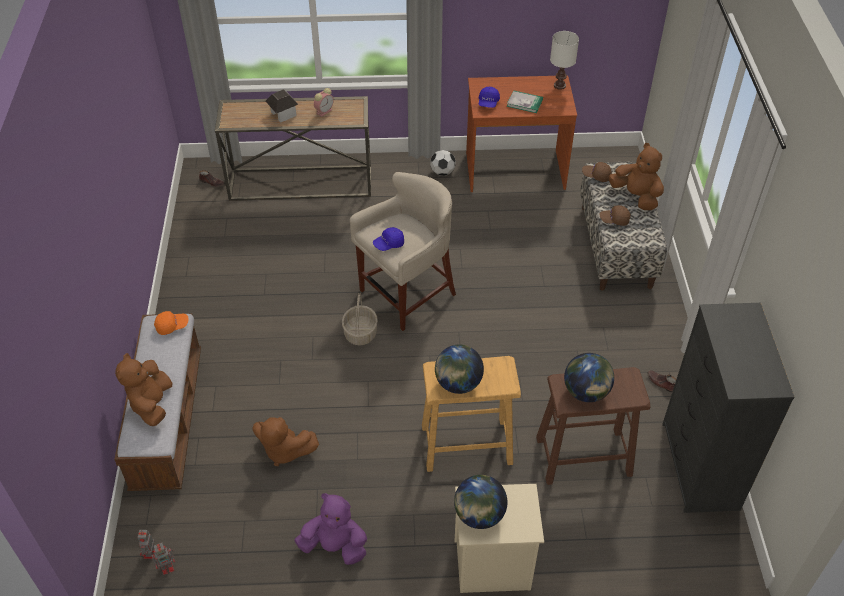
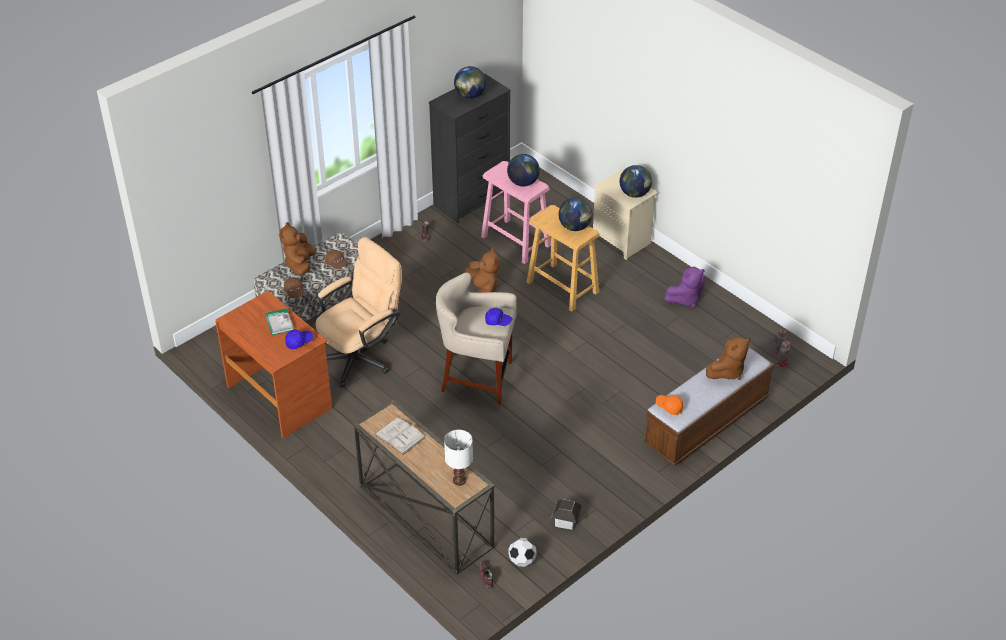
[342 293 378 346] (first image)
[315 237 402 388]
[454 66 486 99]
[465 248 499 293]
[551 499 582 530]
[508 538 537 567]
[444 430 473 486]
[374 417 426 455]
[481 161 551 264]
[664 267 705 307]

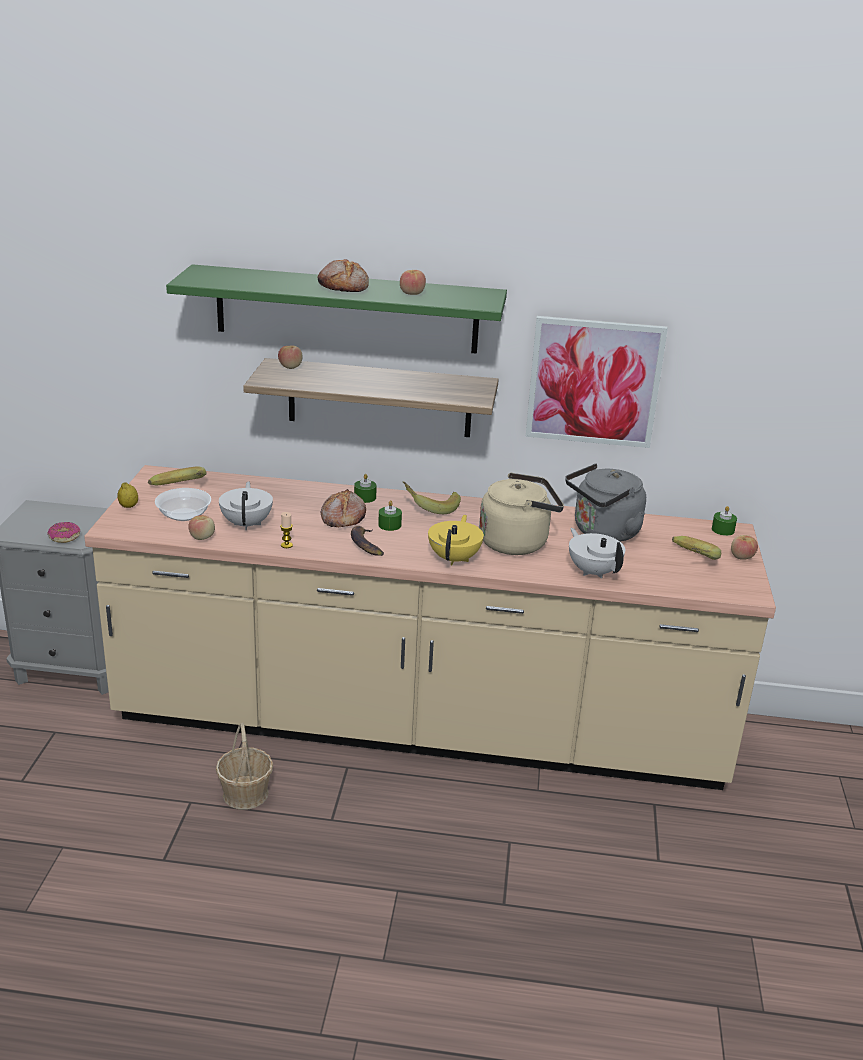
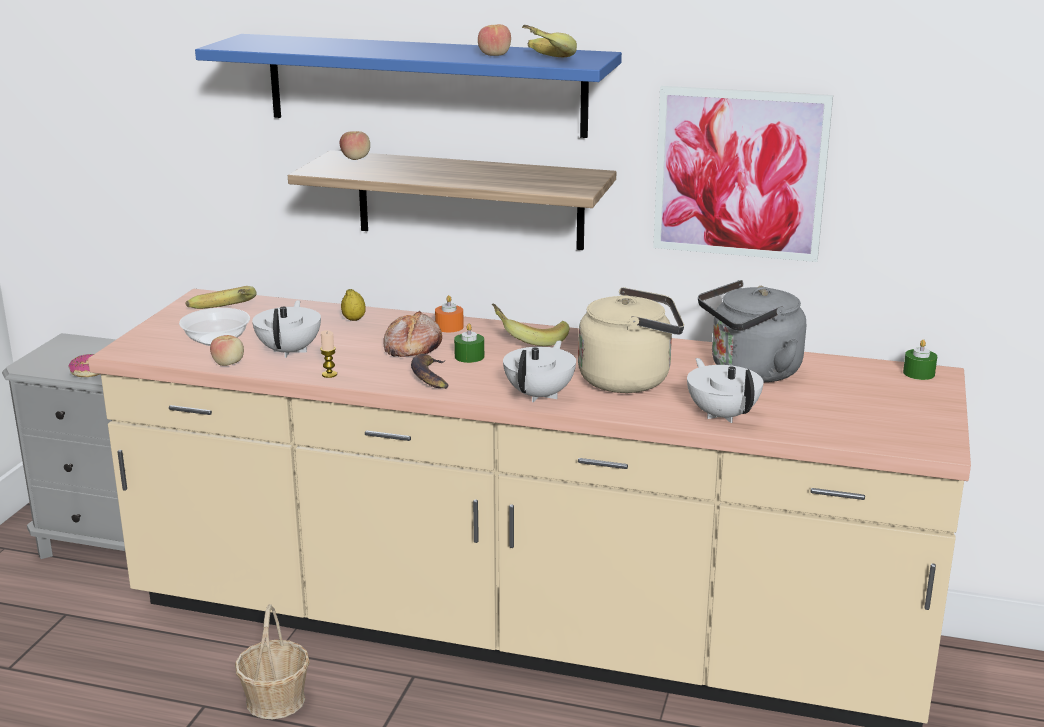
[317 259 369 292] (first image)
[731 535 758 560] (first image)
[341 289 366 321]
[522 25 577 57]
[195 34 622 138]
[435 295 464 332]
[503 340 576 402]

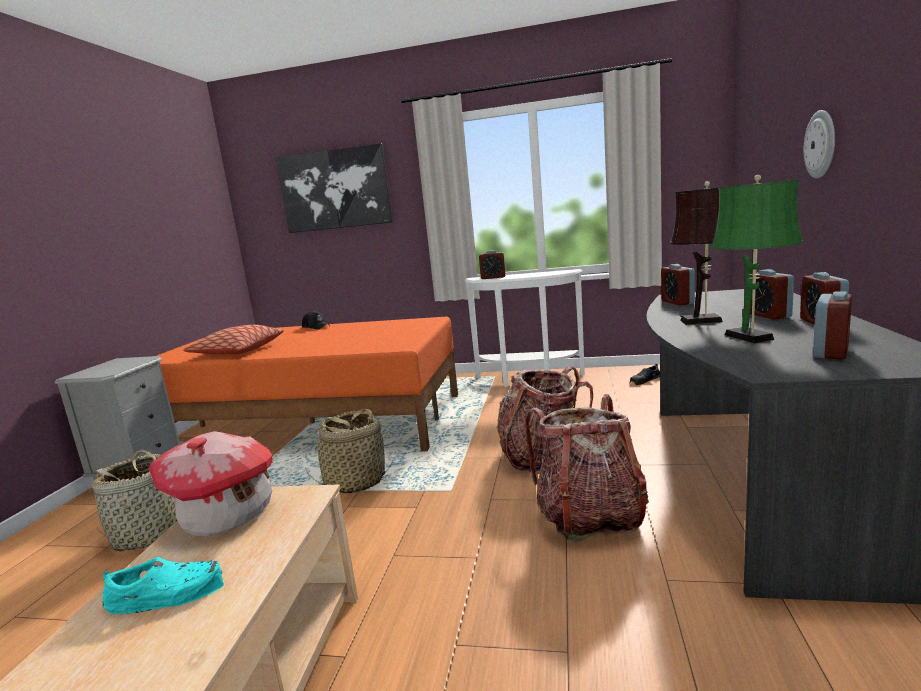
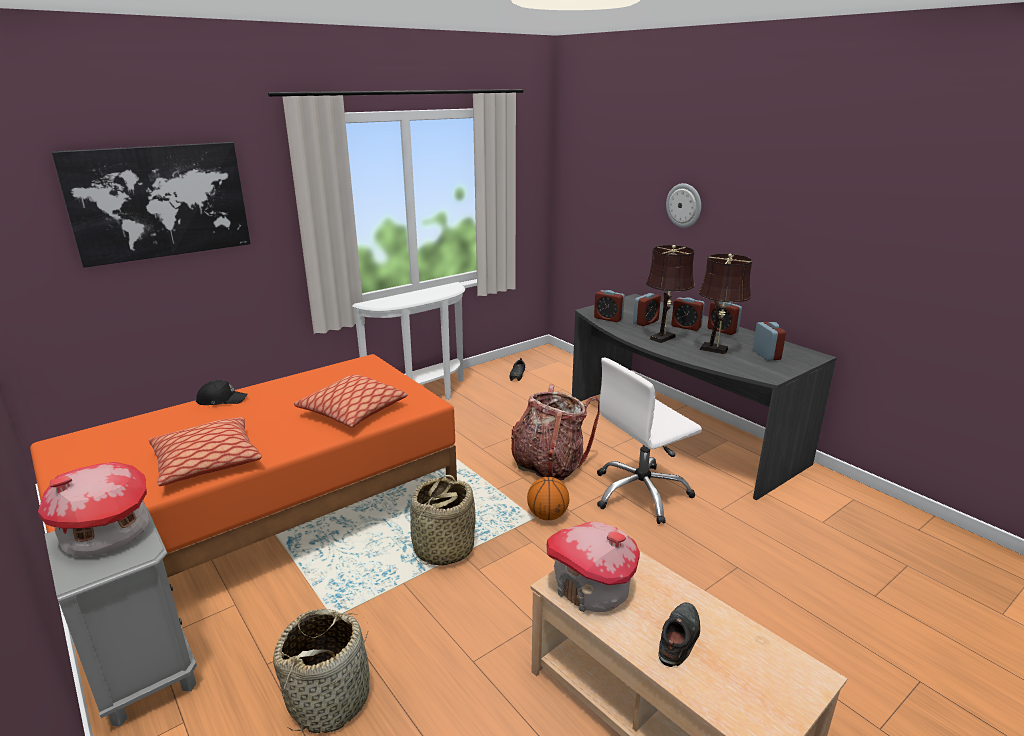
[38 462 149 556]
[294 375 407 428]
[527 477 569 520]
[633 293 661 326]
[597 357 702 524]
[658 602 700 667]
[699 253 752 355]

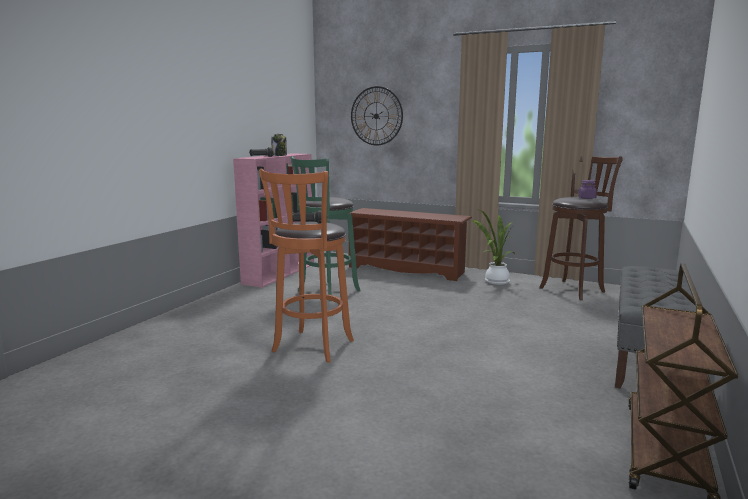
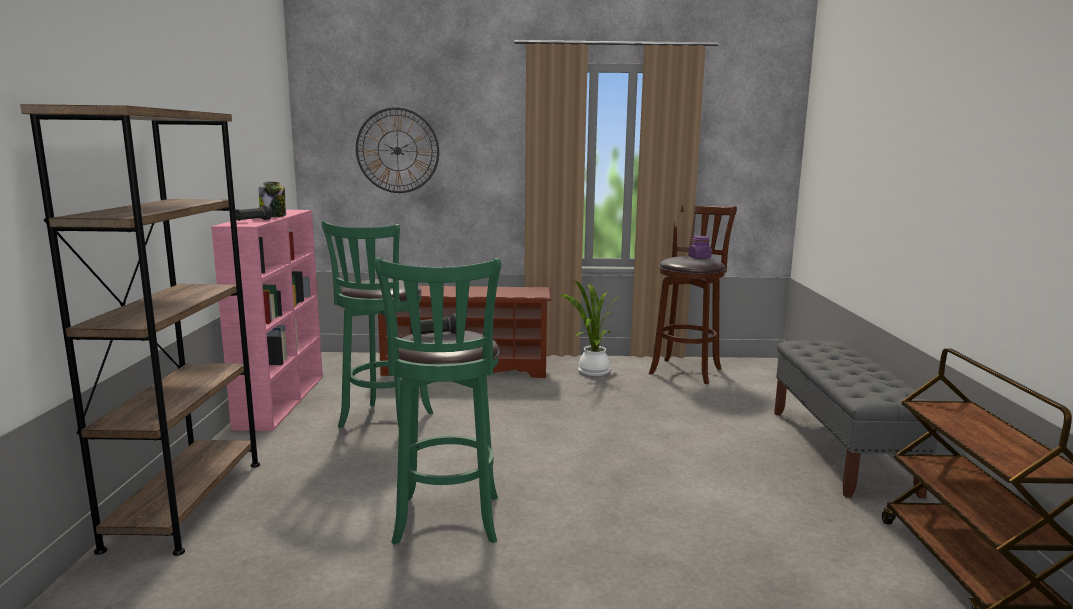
[20 104 260 556]
[374 258 501 545]

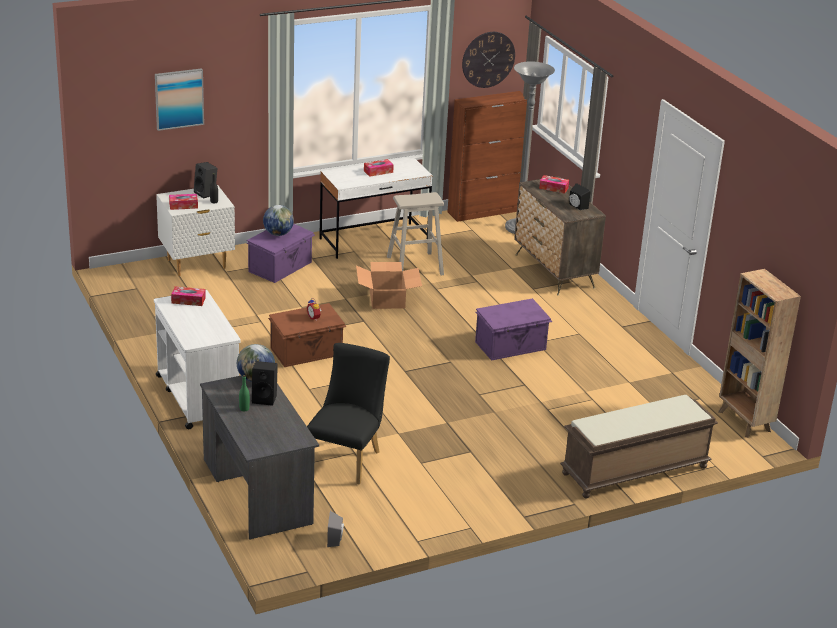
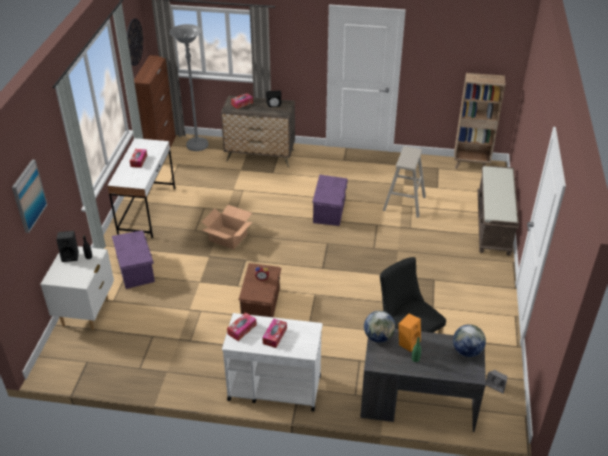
[262 319 287 348]
[453 324 486 357]
[383 146 426 218]
[398 314 421 352]

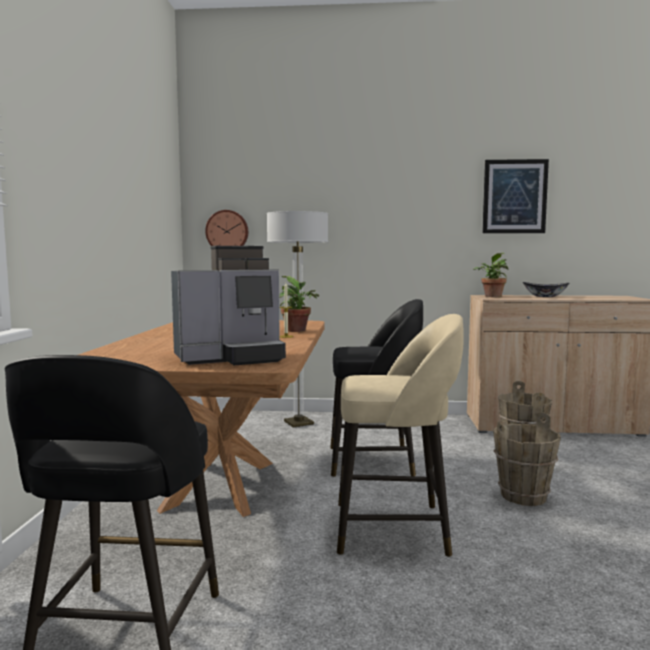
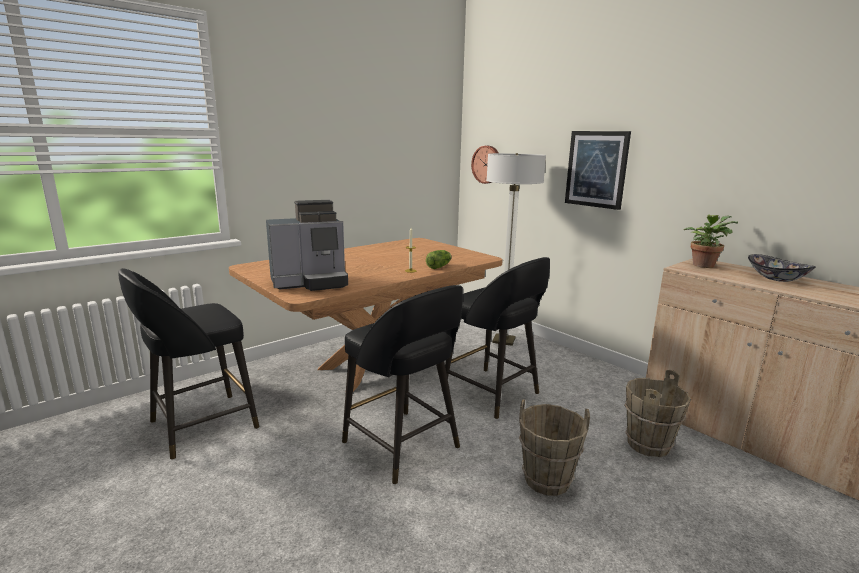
[565 131 631 210]
[426 250 452 269]
[342 285 463 484]
[266 200 348 291]

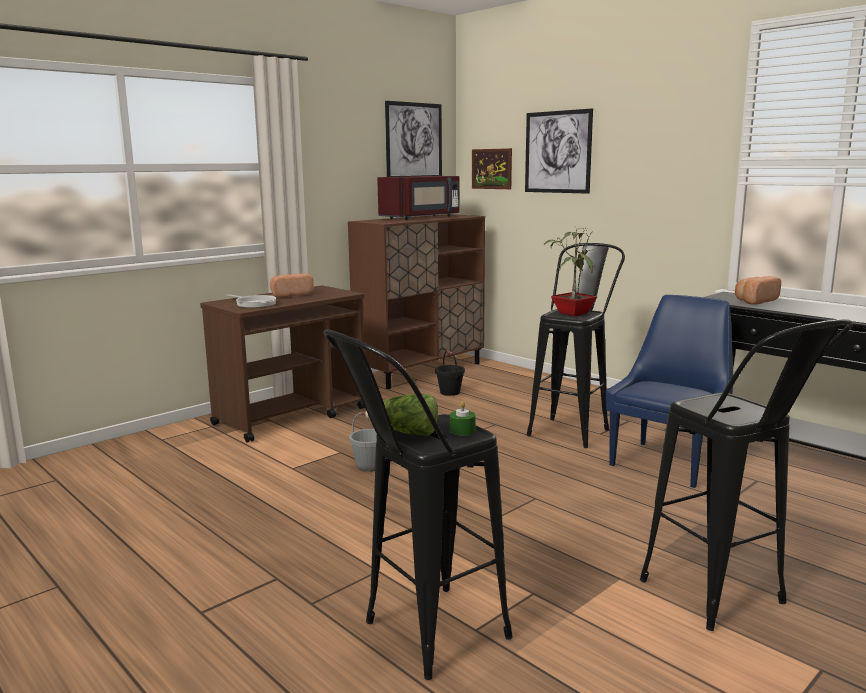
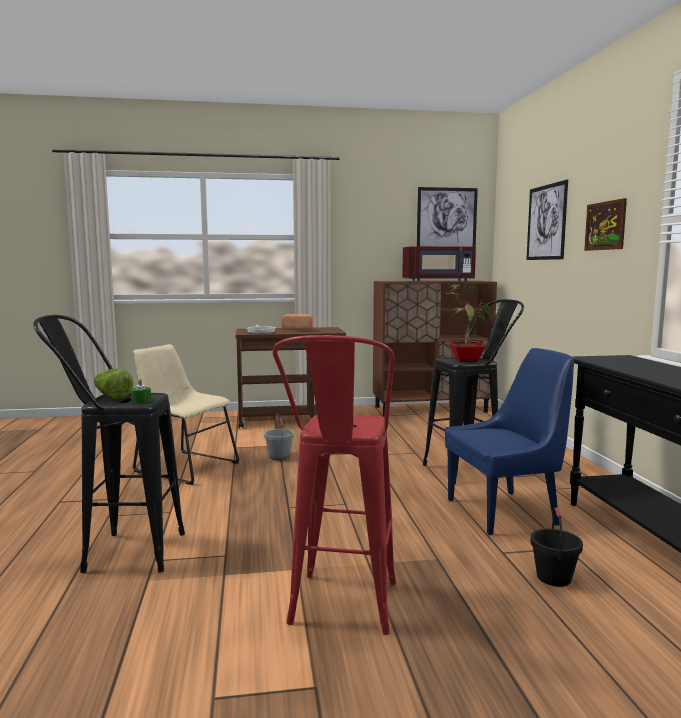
[735 276 781 304] (first image)
[133 344 240 485]
[530 507 583 587]
[584 198 627 251]
[273 335 396 635]

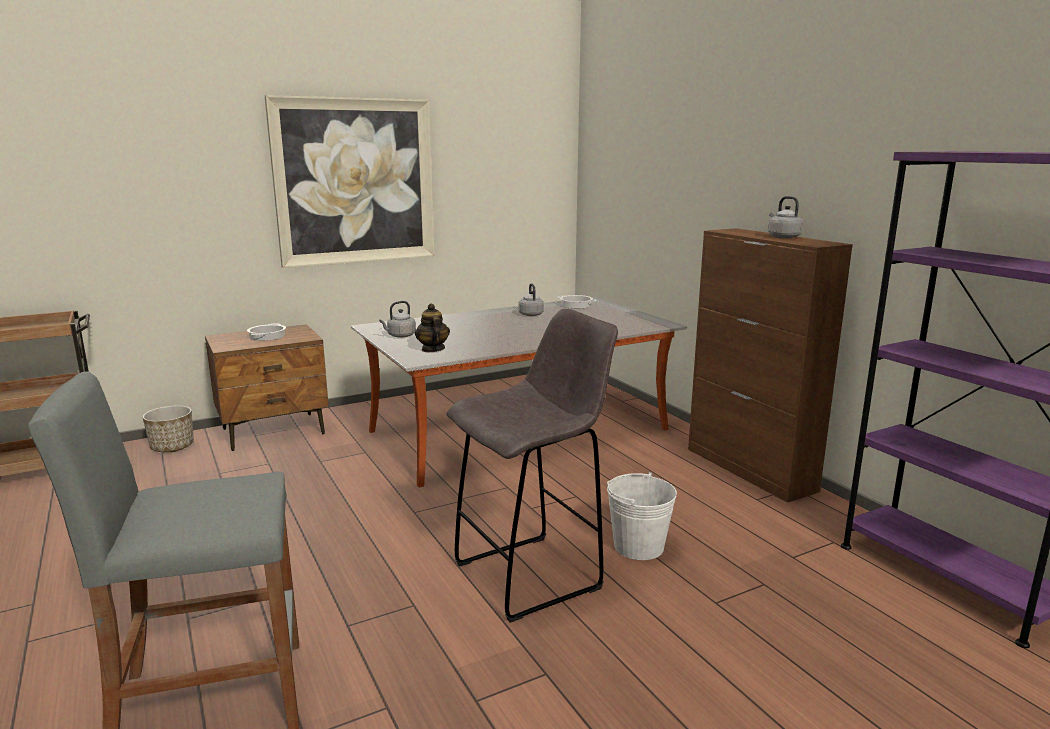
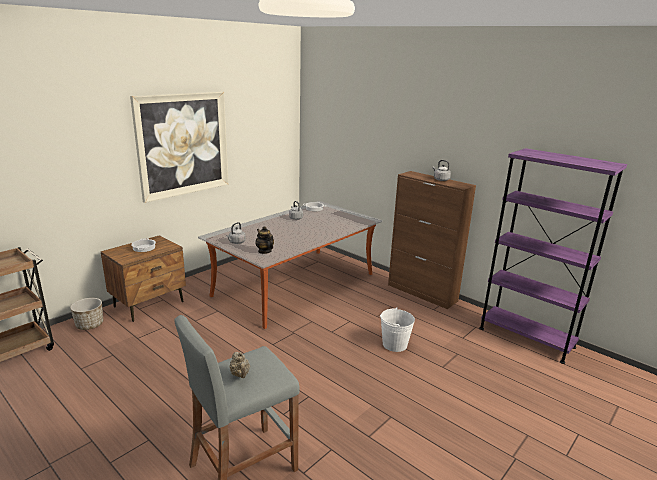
[446 309 618 623] (first image)
[229 352 250 378]

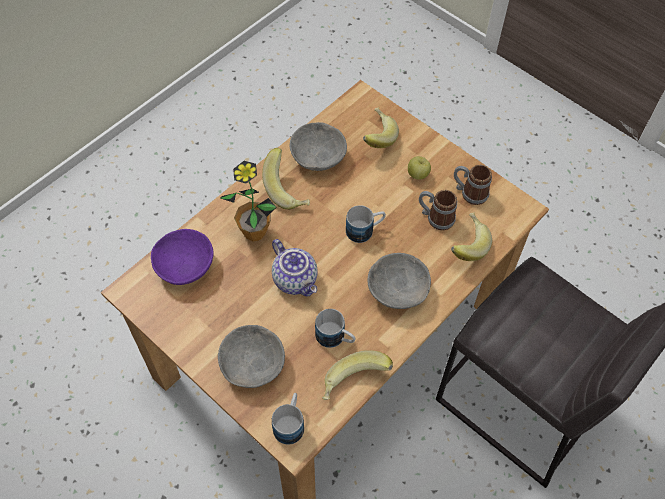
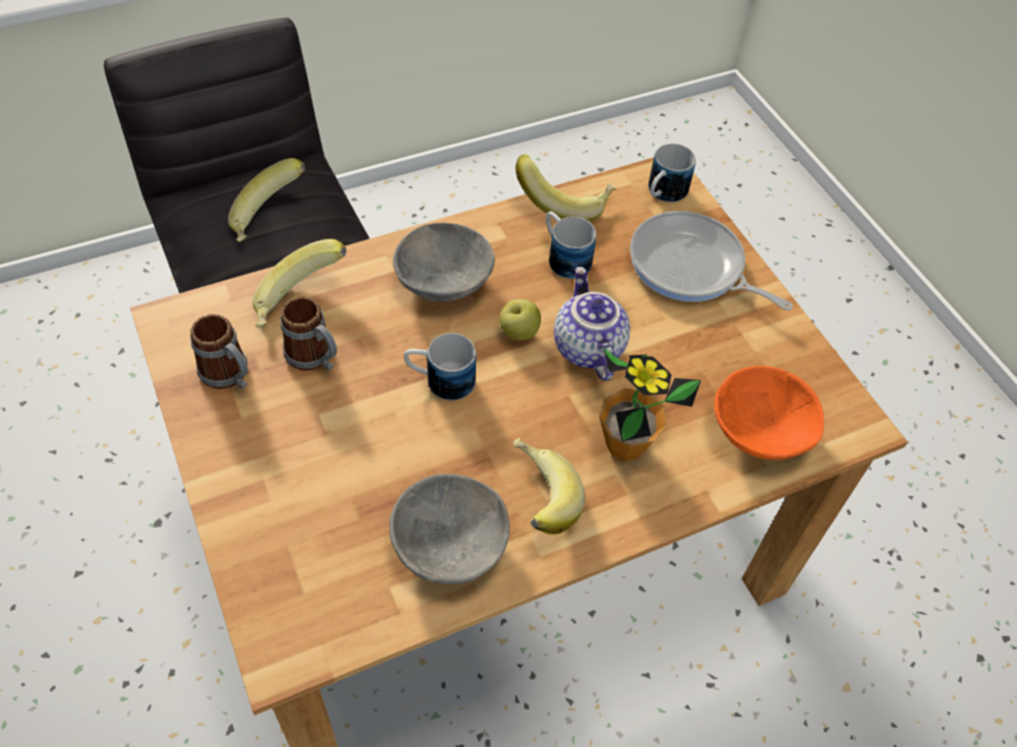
[228 158 305 242]
[500 299 541 340]
[630 211 793 310]
[714 366 824 460]

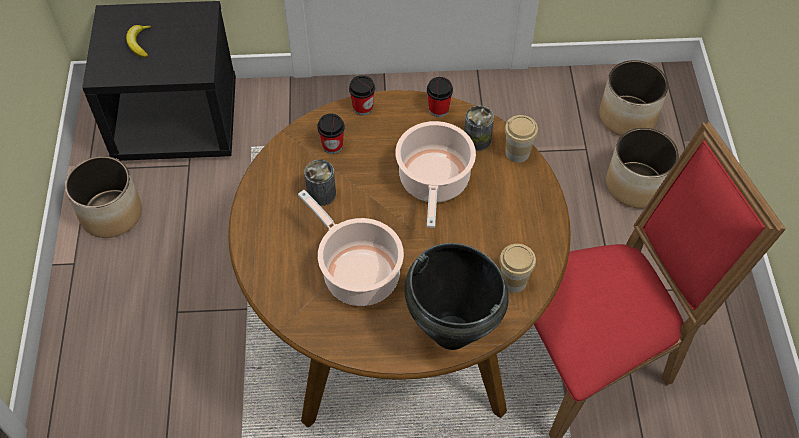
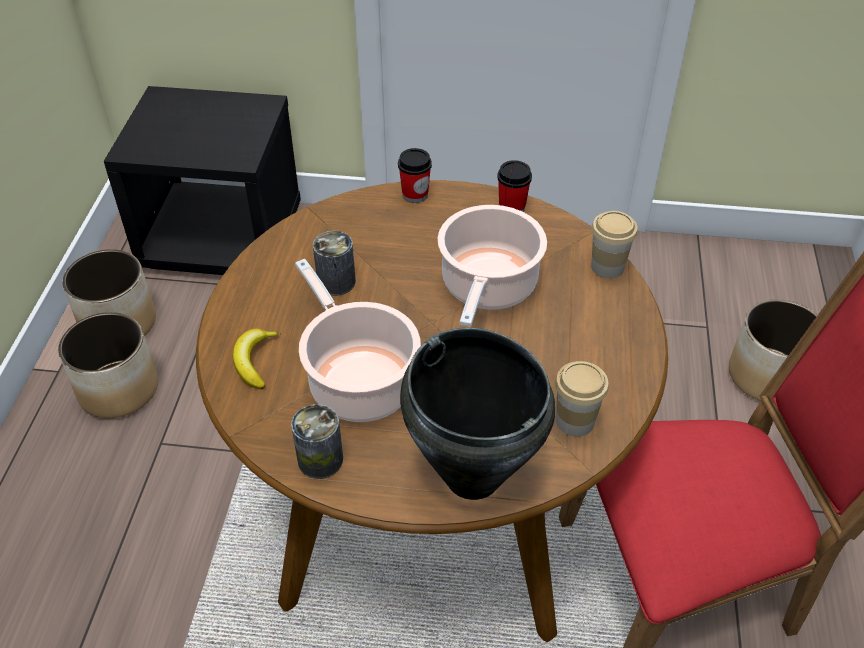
[317 114 345 154] (first image)
[233 328 281 389]
[291 404 343 479]
[58 312 158 418]

